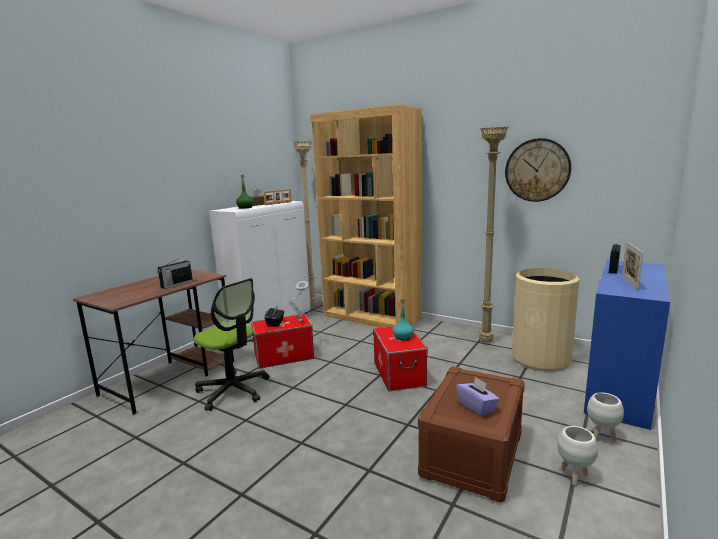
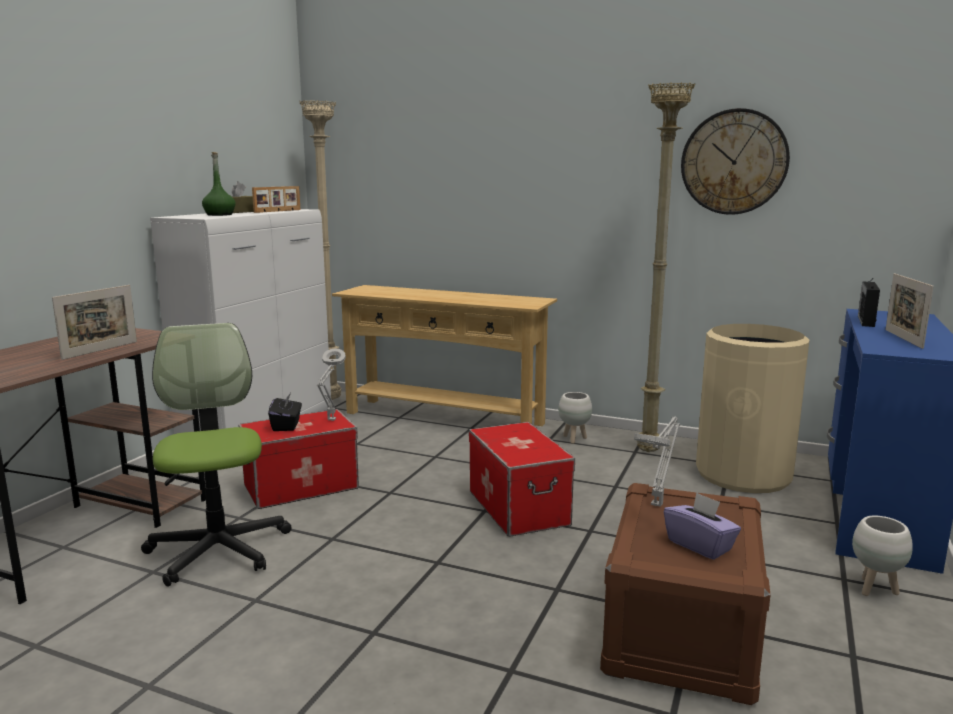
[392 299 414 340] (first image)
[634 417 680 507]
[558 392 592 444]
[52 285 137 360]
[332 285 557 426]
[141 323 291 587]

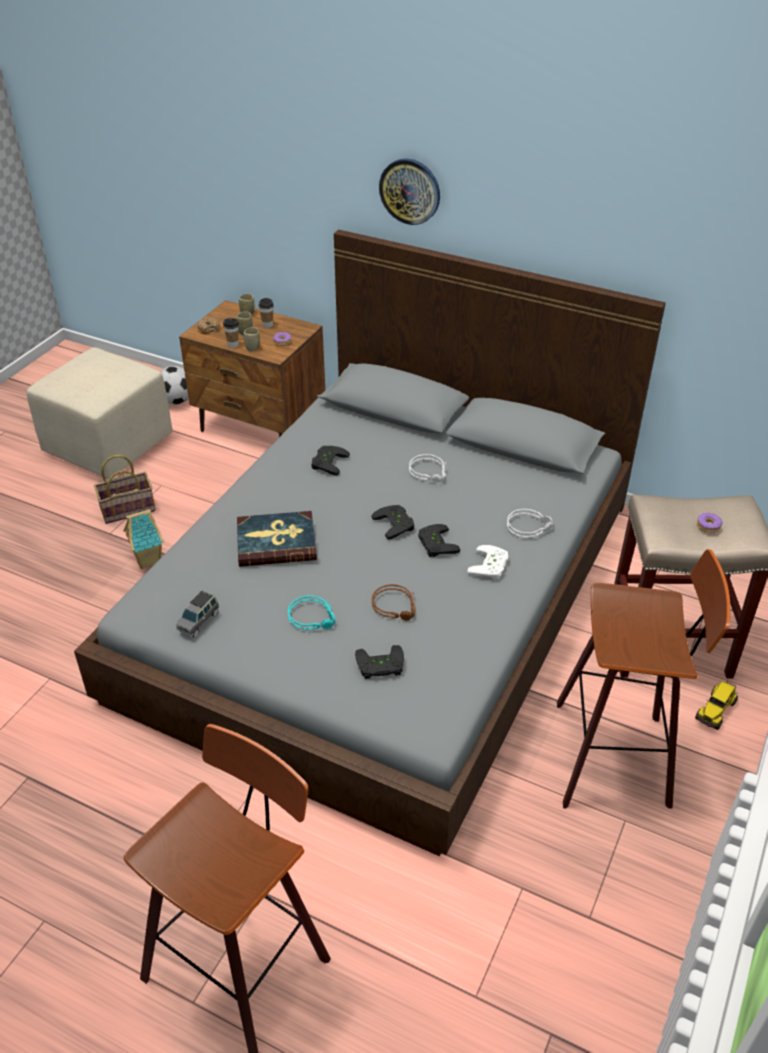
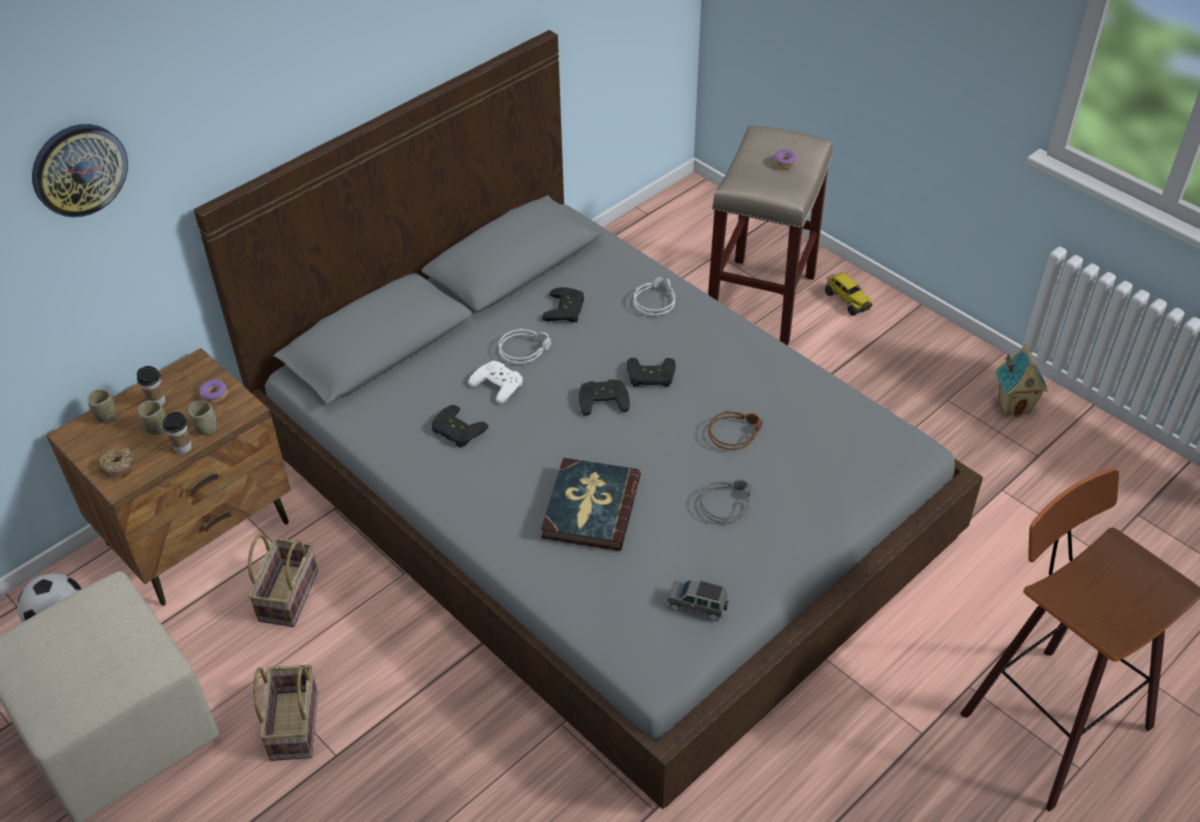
[557 549 731 809] (first image)
[248 534 318 627]
[995 344 1048 417]
[542 287 584 323]
[32 124 128 217]
[468 361 523 404]
[700 479 752 524]
[667 580 729 621]

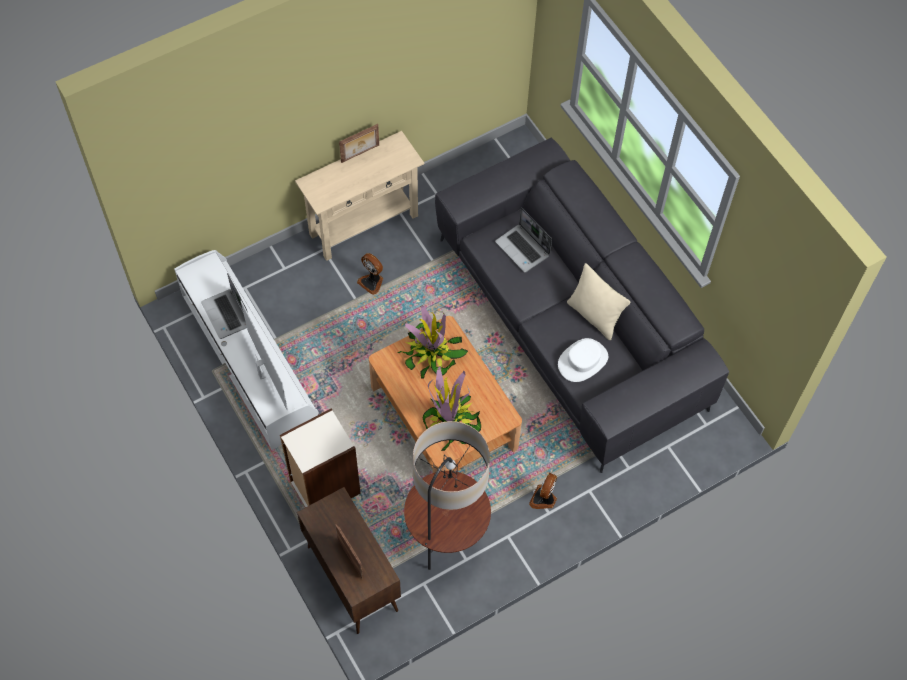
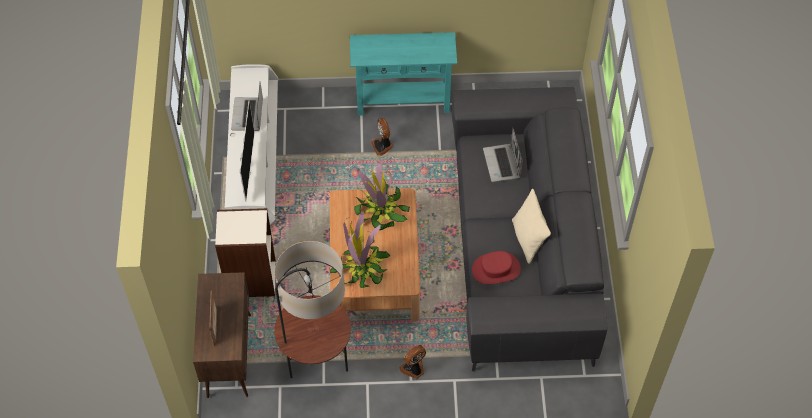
[339 124 379 163] (first image)
[350 32 457 116]
[472 251 521 284]

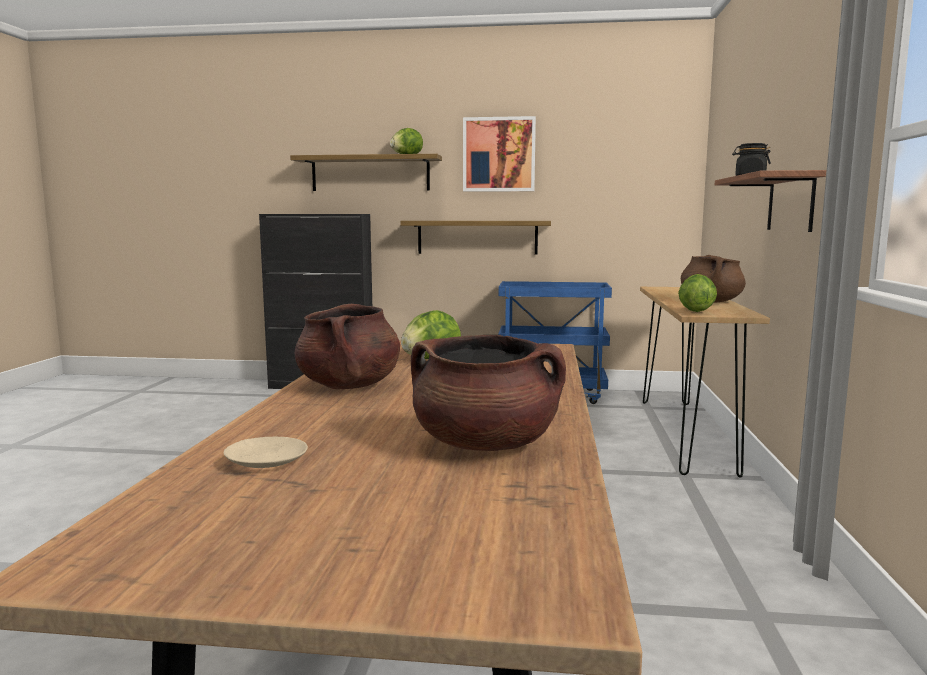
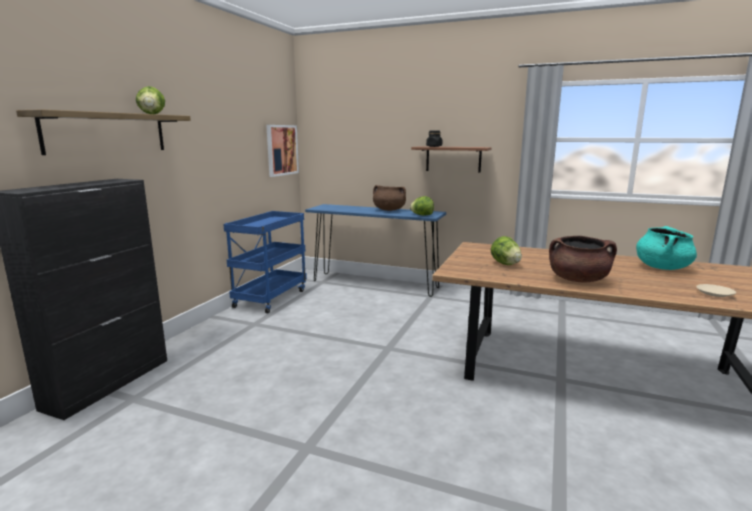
[400 221 551 254] (first image)
[266 125 299 177]
[636 226 697 270]
[305 204 446 297]

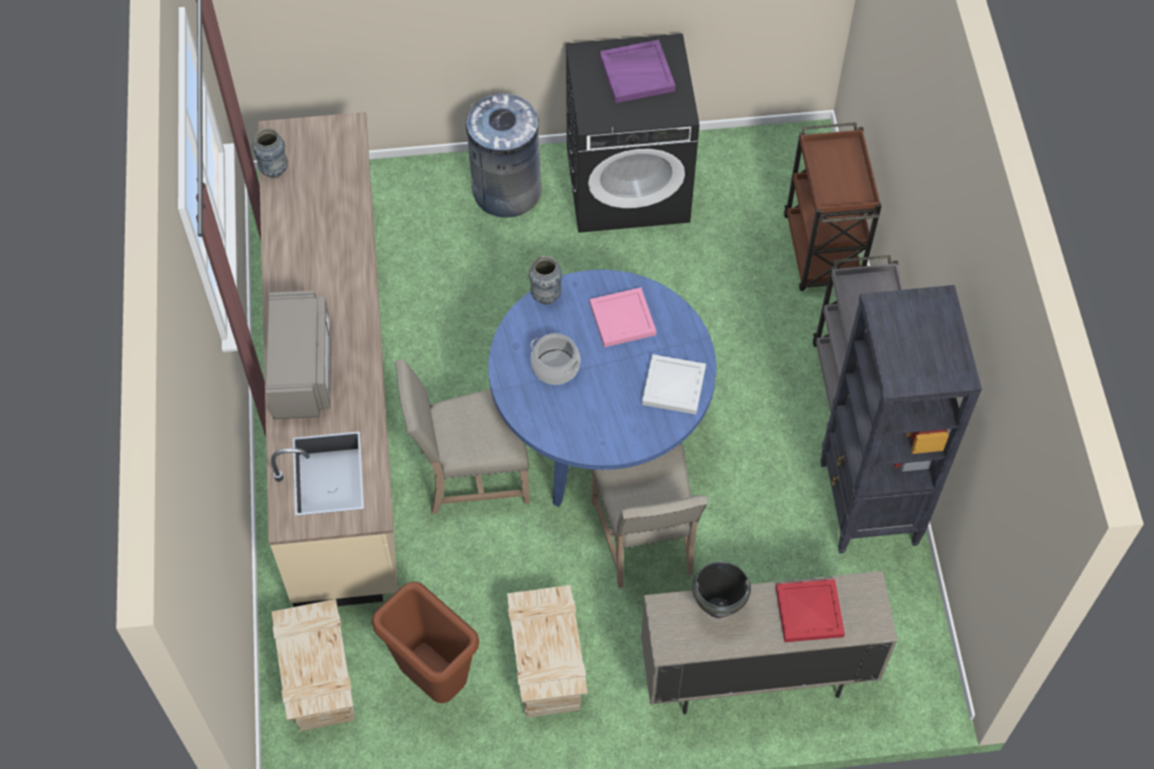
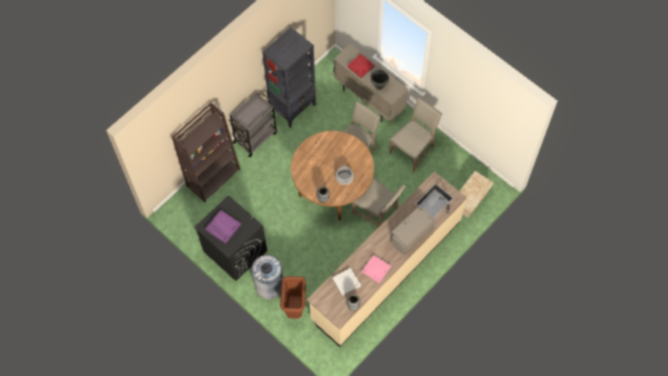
[280 276 306 319]
[362 255 391 283]
[332 268 361 296]
[389 97 442 172]
[172 102 241 202]
[291 131 374 221]

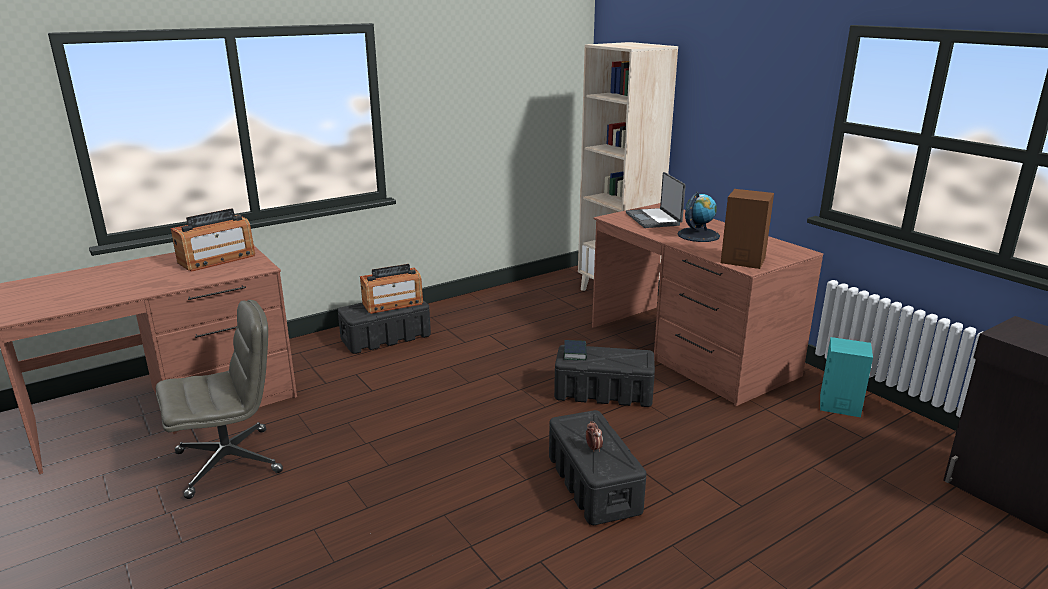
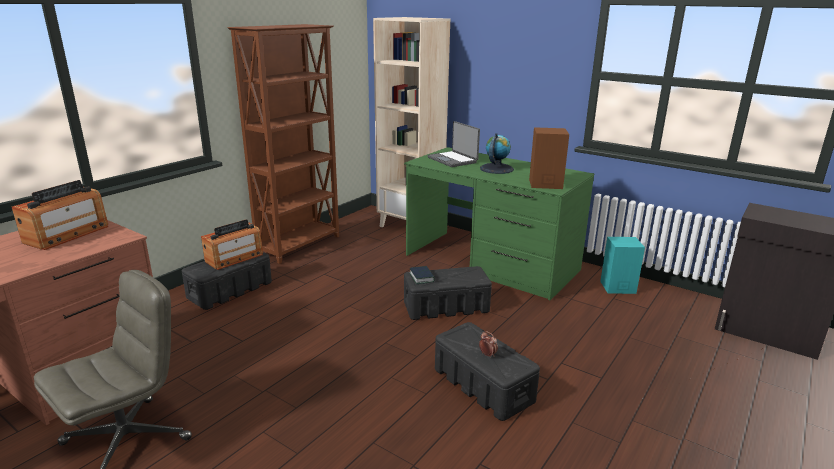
[227 24 339 264]
[404 147 594 301]

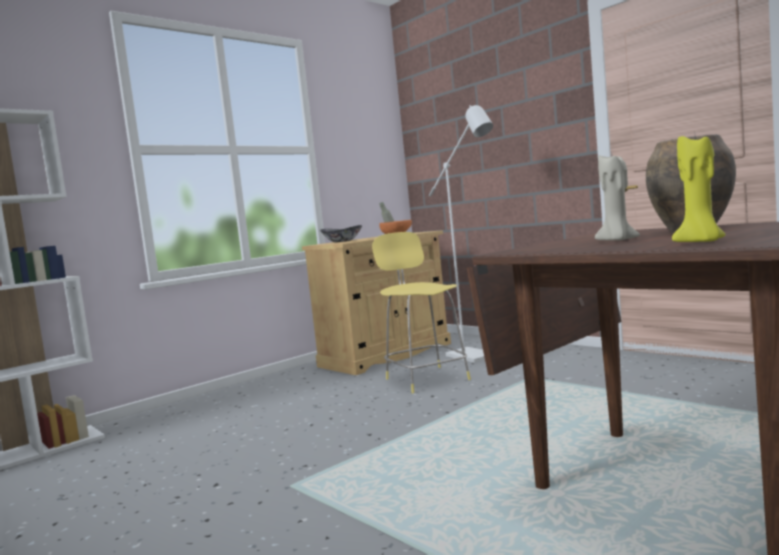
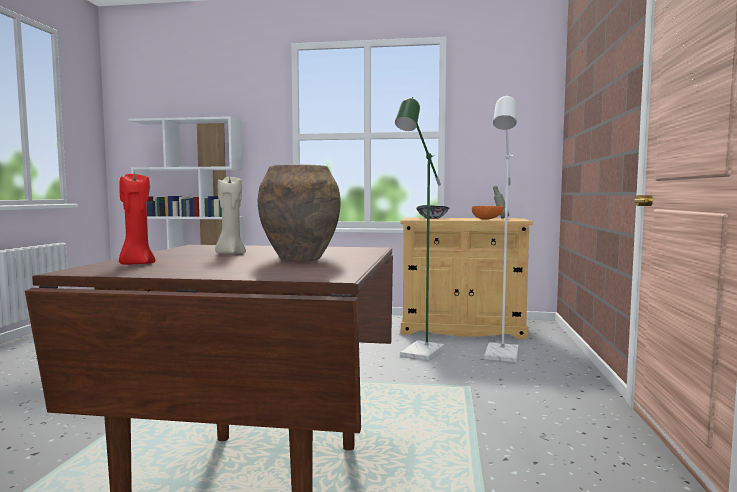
[395 97 444 360]
[119 173 155 265]

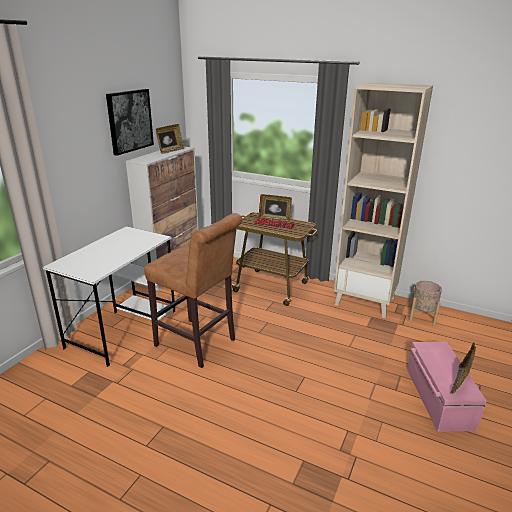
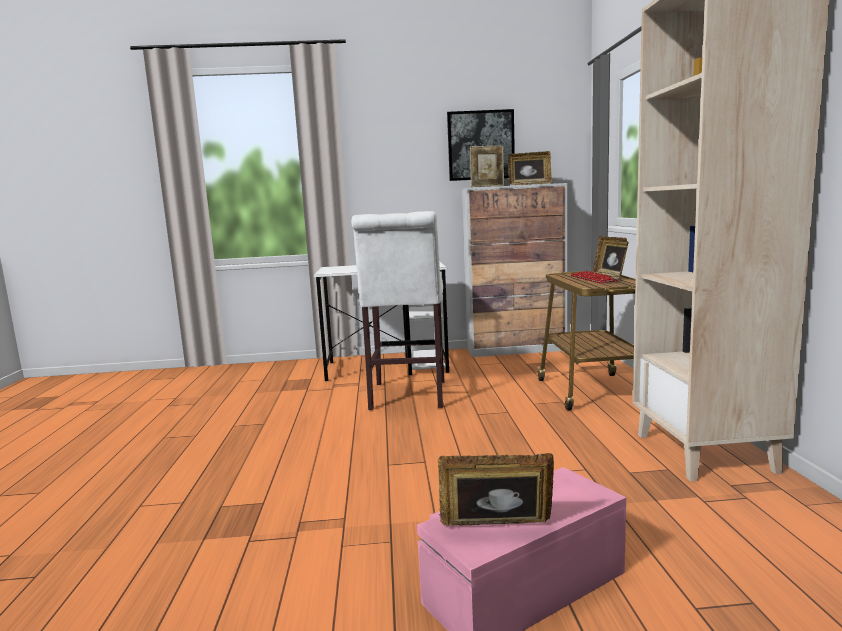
[409 281 442 326] (first image)
[470 146 504 187]
[351 211 445 410]

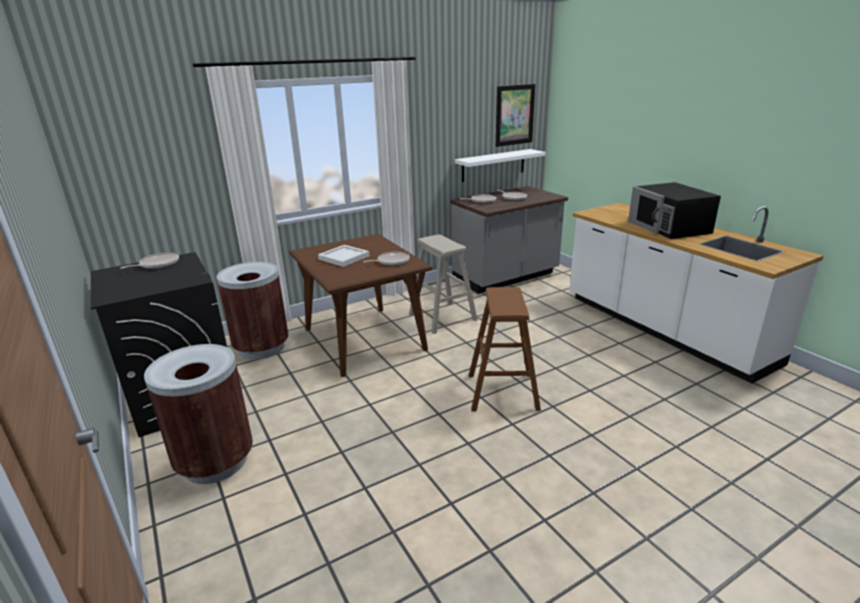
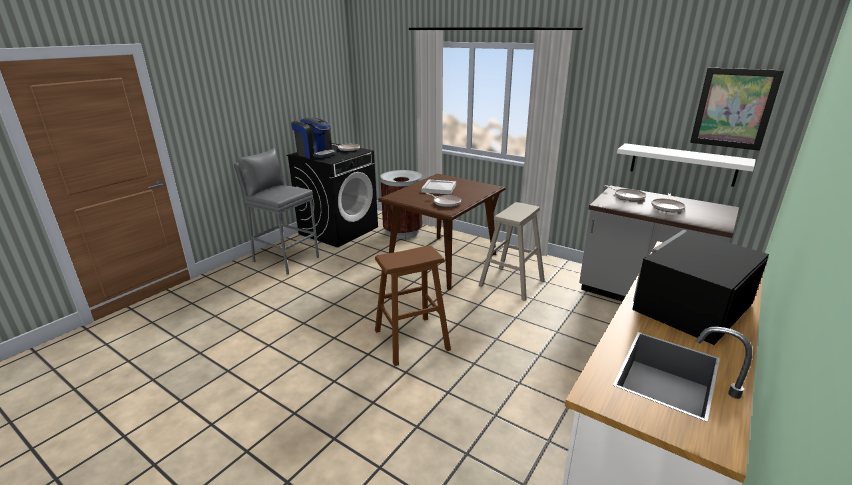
[291 117 336 159]
[234 148 319 275]

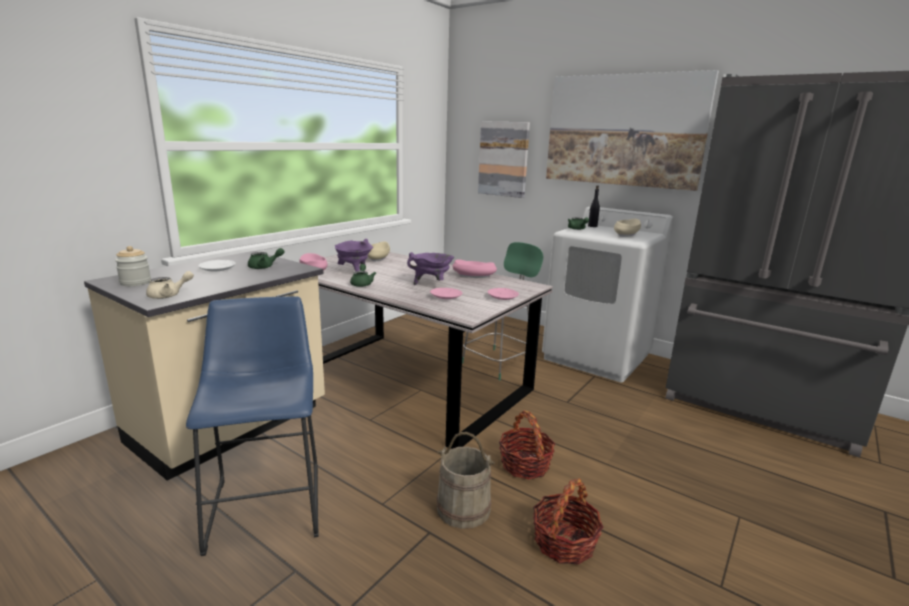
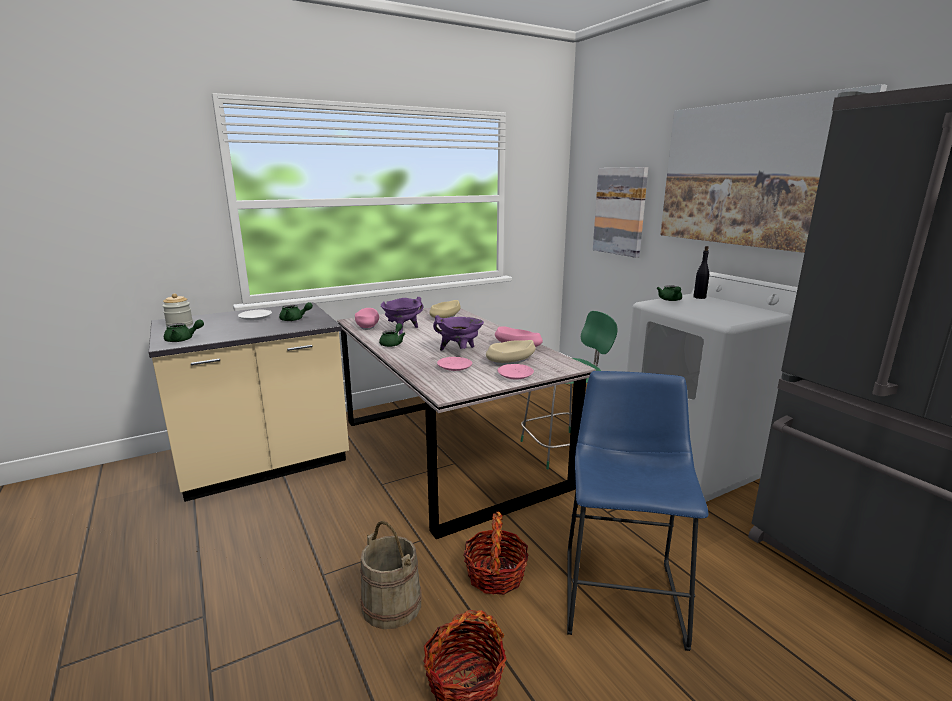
[567 371 708 651]
[486 340 536 365]
[164 319 204 342]

